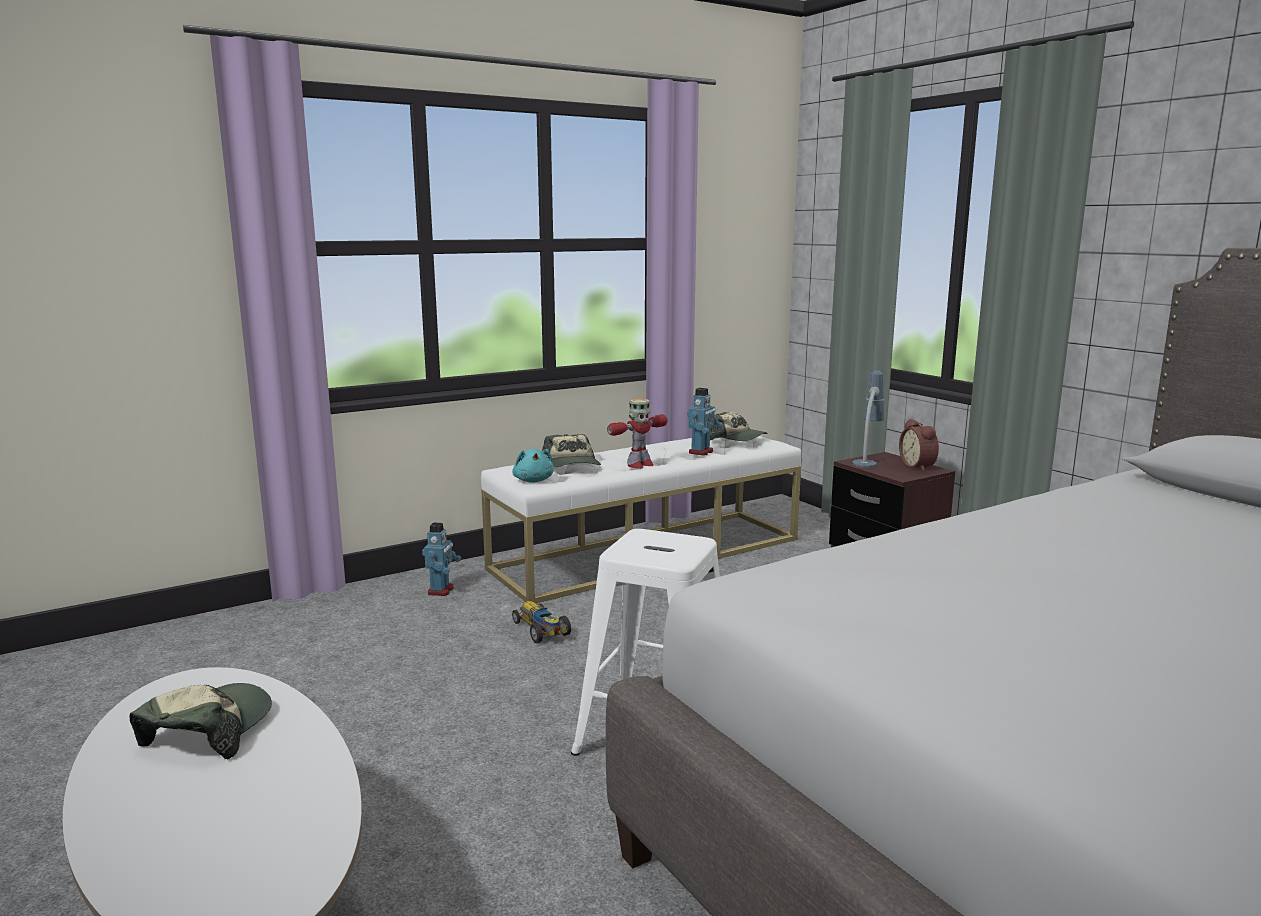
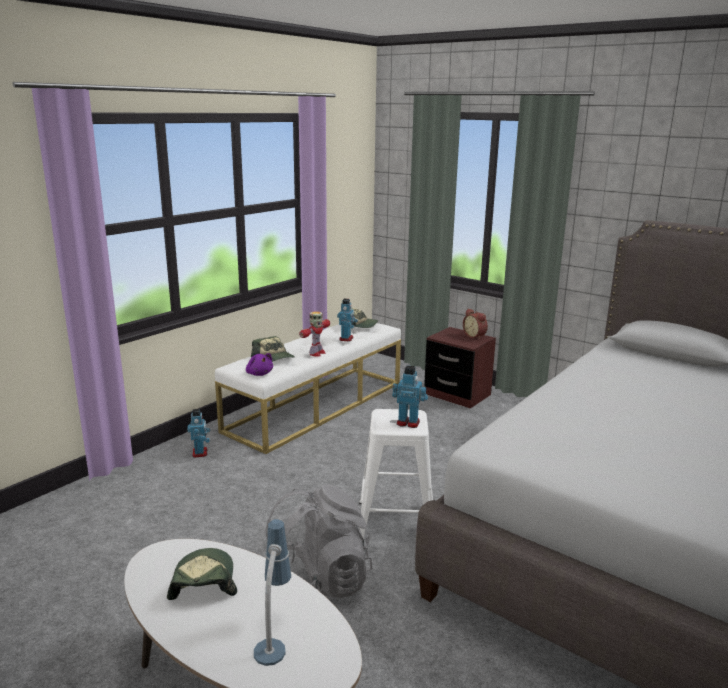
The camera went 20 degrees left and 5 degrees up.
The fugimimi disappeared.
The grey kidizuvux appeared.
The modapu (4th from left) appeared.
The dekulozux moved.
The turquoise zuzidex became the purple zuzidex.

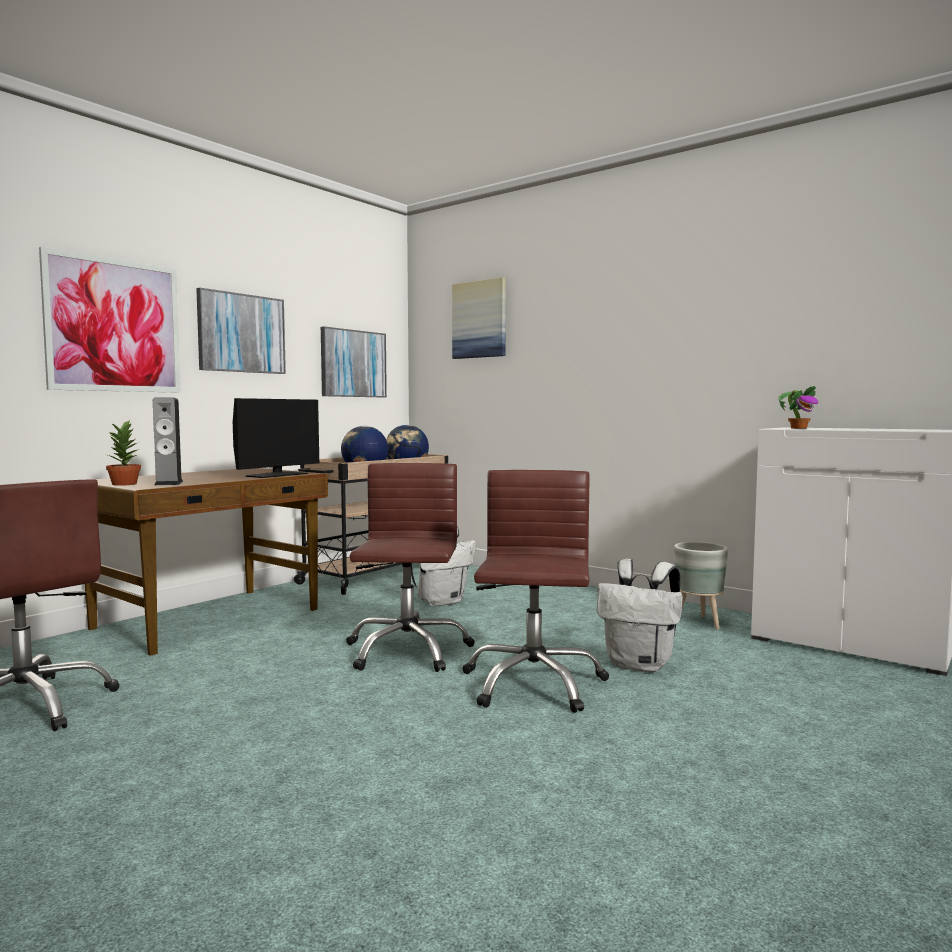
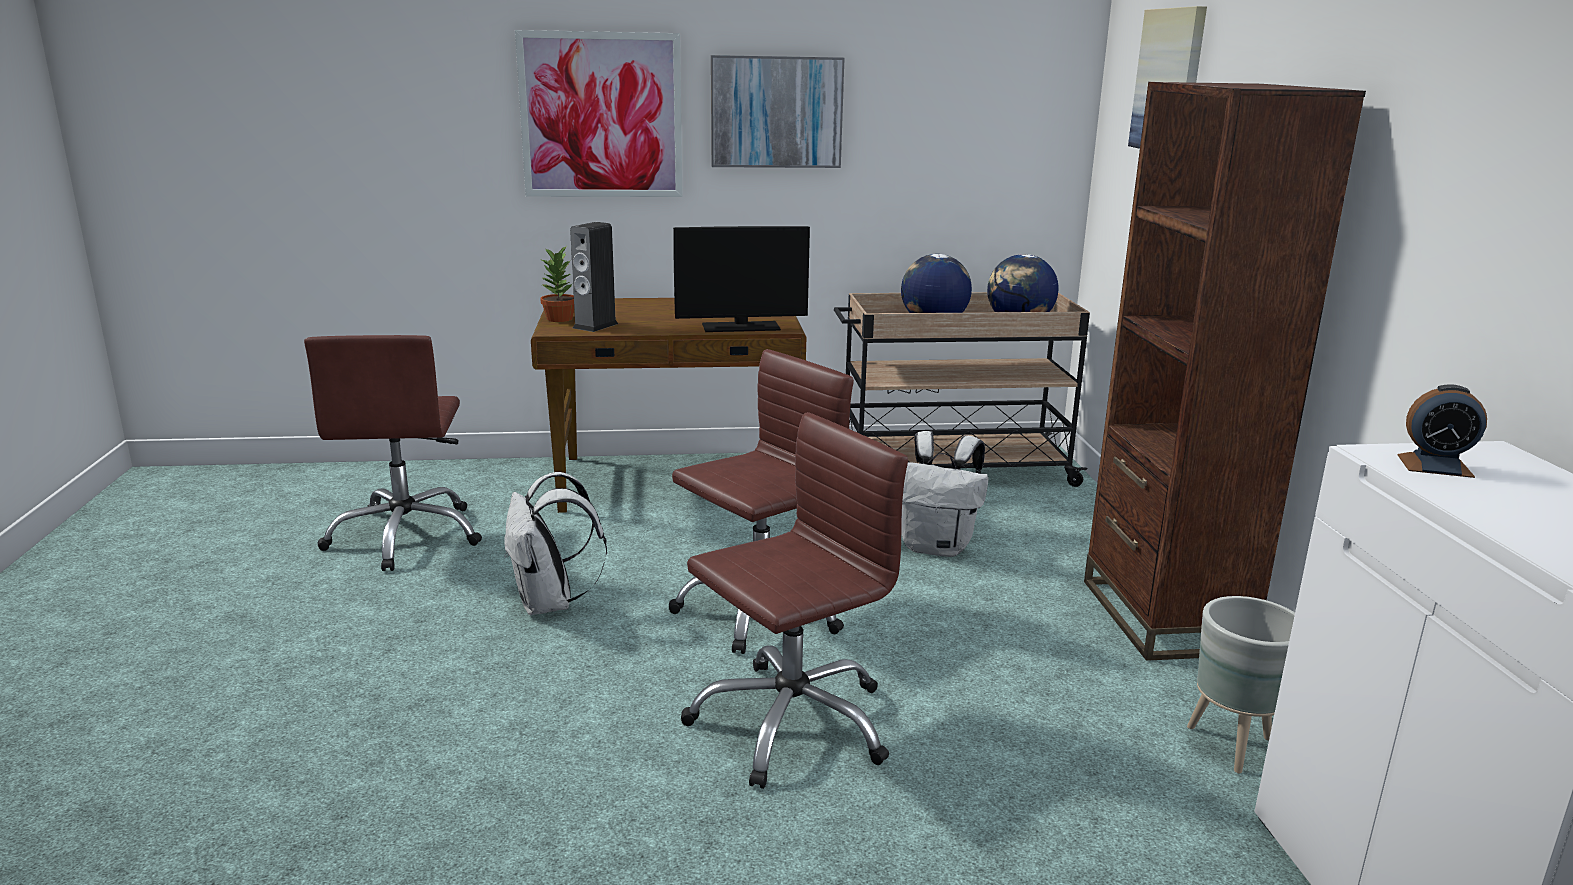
The camera went 45 degrees right and 15 degrees up.
The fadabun (3rd from left) disappeared.
The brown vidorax appeared.
The white kidizuvux (2nd from left in the first image) moved.
The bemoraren (2nd from left) was replaced by the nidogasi.

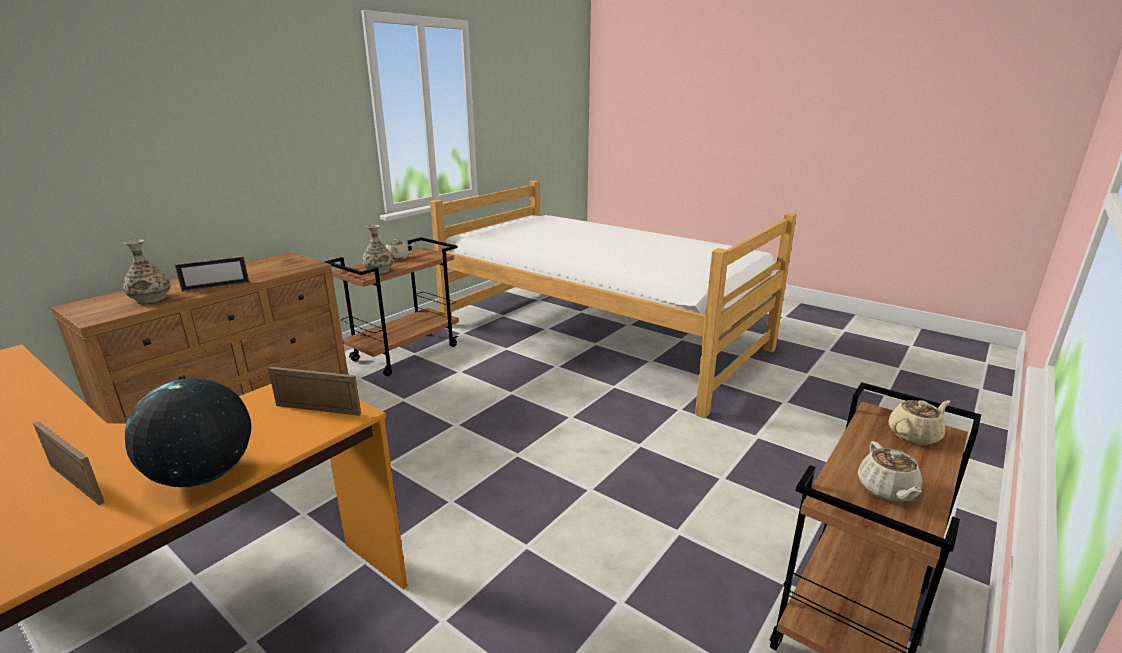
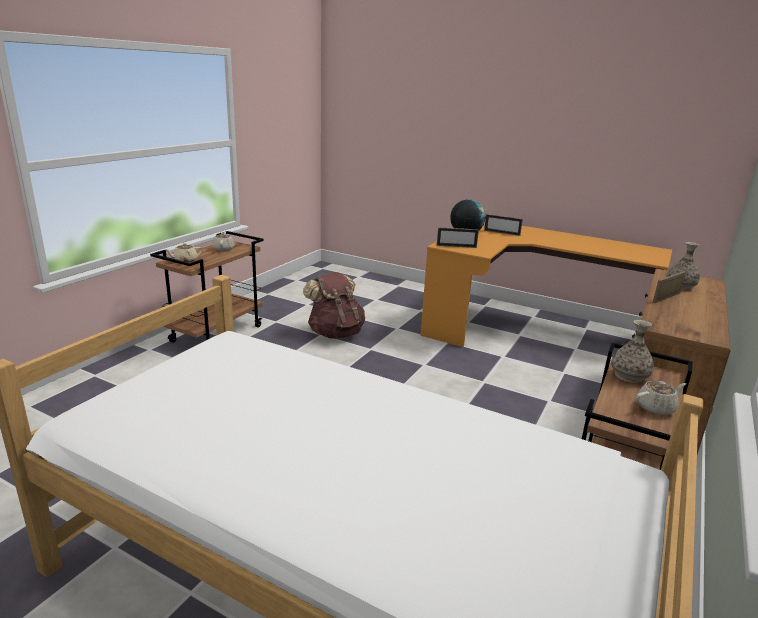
The camera went 170 degrees right and 0 degrees up.
The brown kidizuvux appeared.

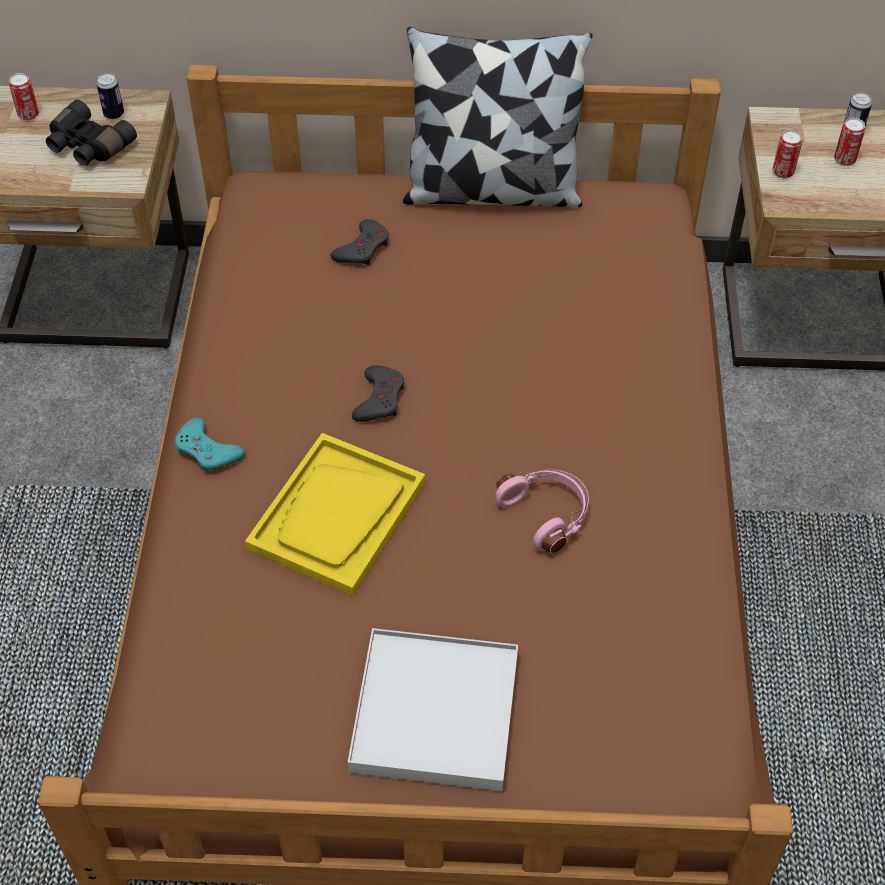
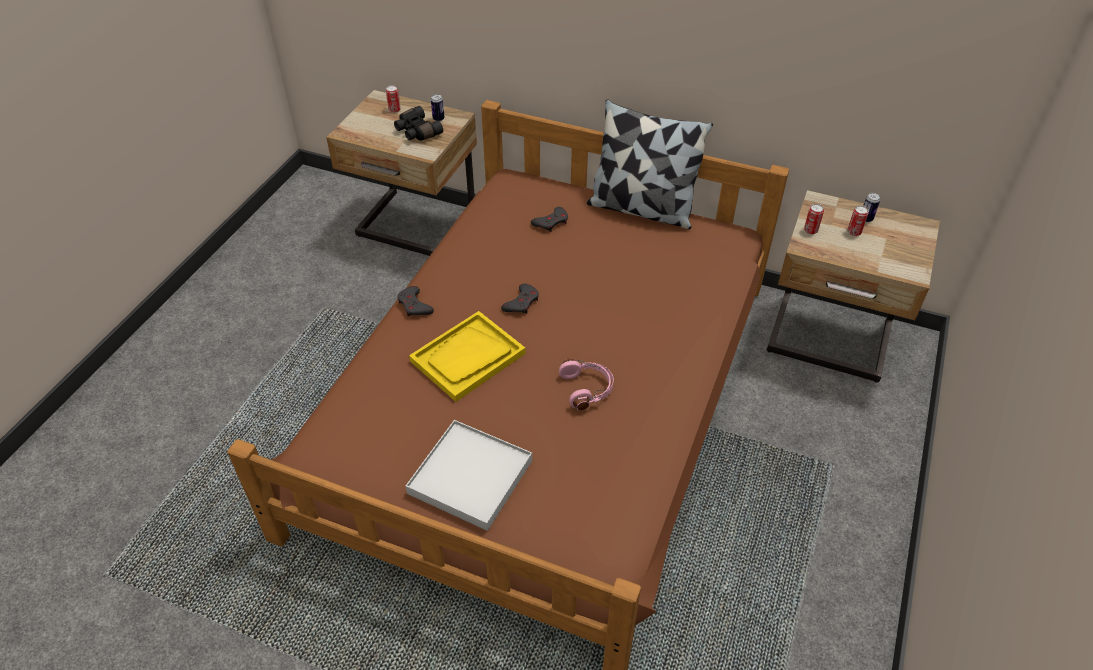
The camera went 20 degrees right and 5 degrees down.
The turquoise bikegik became the grey bikegik (1st from left).

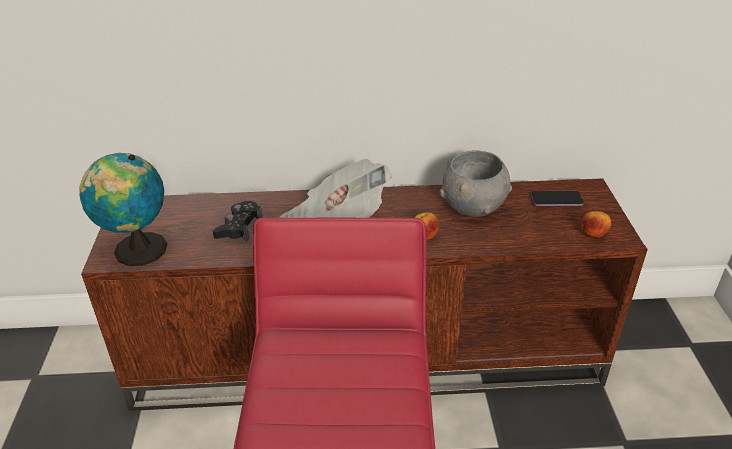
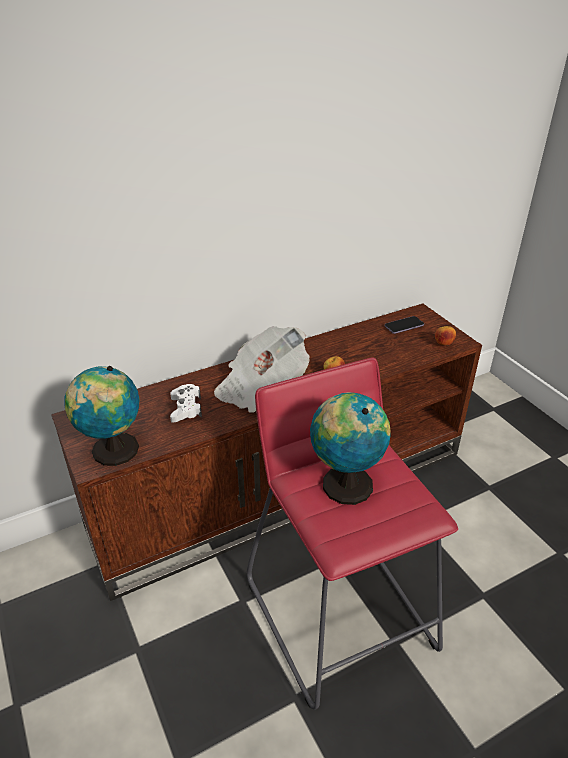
The camera went 25 degrees left and 0 degrees up.
The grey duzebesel disappeared.
The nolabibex (2nd from left) appeared.
The black bikegik became the white bikegik.

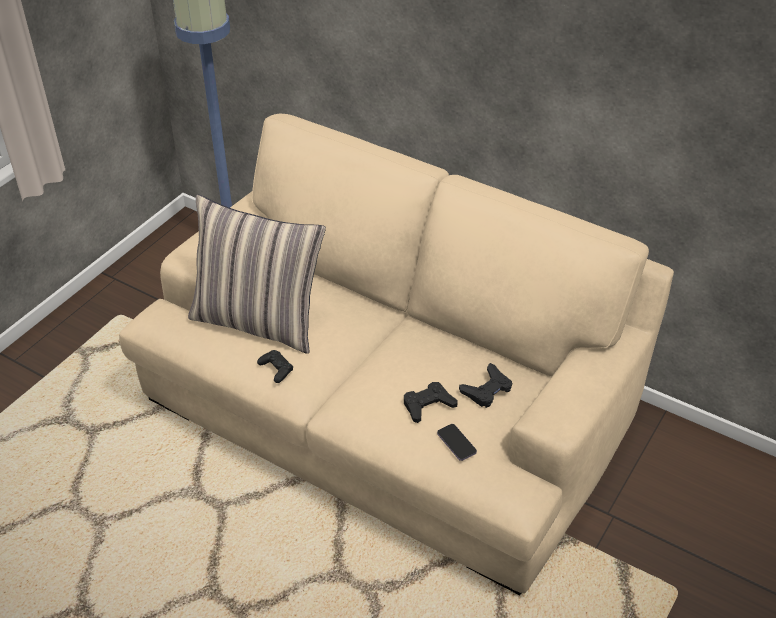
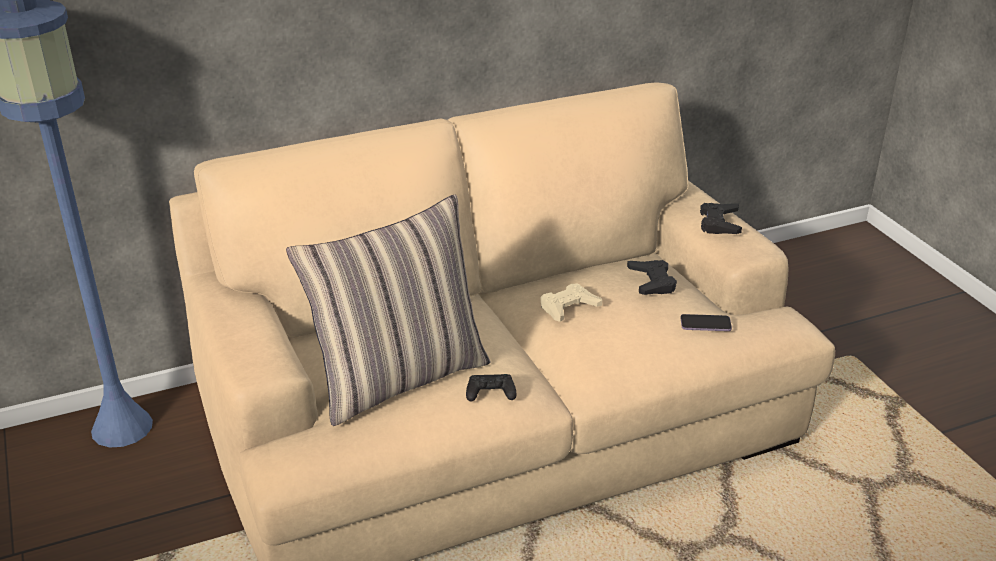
The camera went 55 degrees left and 10 degrees down.
The beige bikegik appeared.
The black bikegik (2nd from left in the first image) moved.

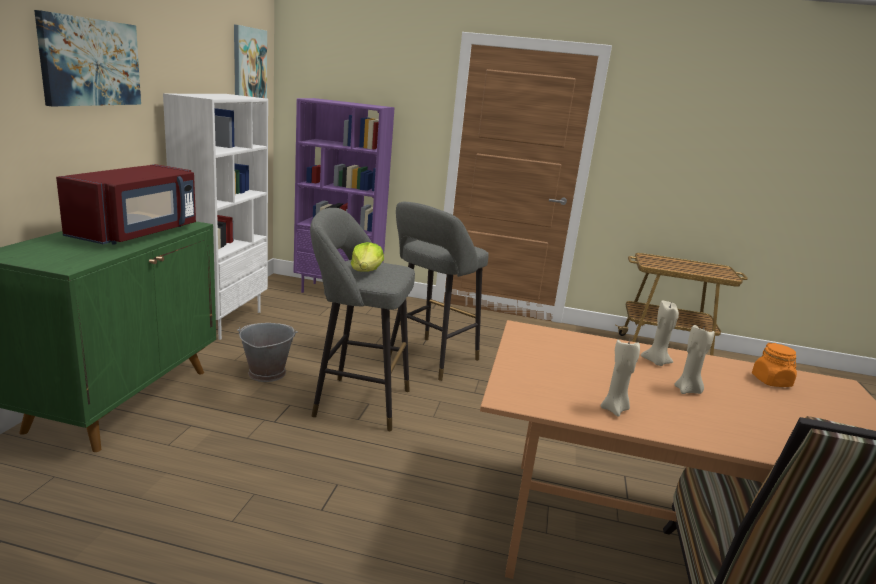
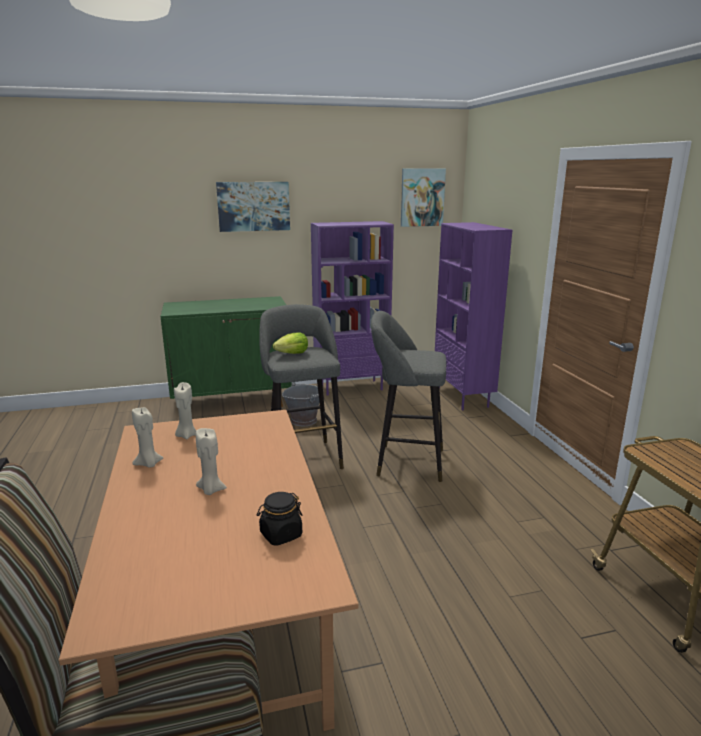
The camera went 65 degrees right and 0 degrees up.
The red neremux disappeared.
The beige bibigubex (2nd from left) moved.
The white vidorax became the purple vidorax (1st from left).
The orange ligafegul became the black ligafegul.

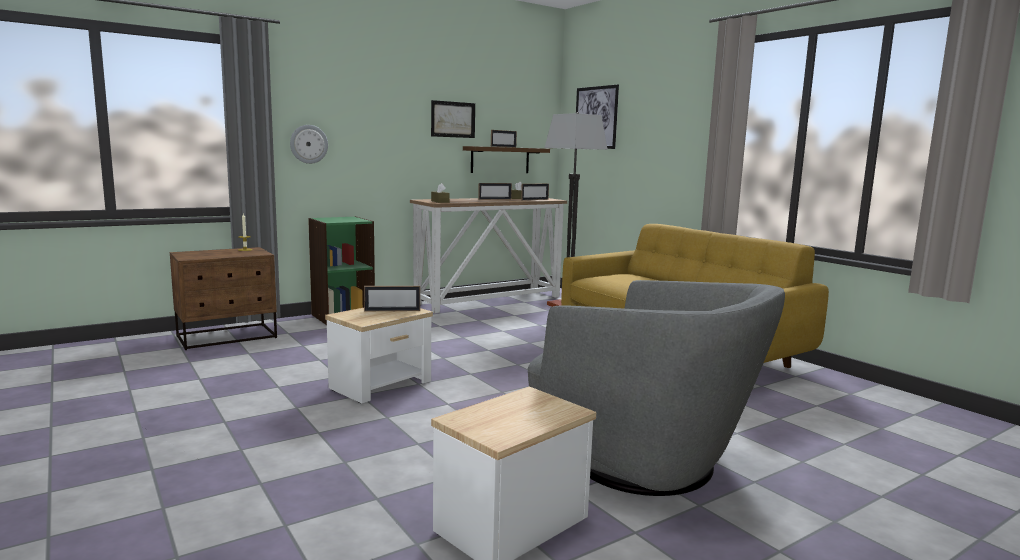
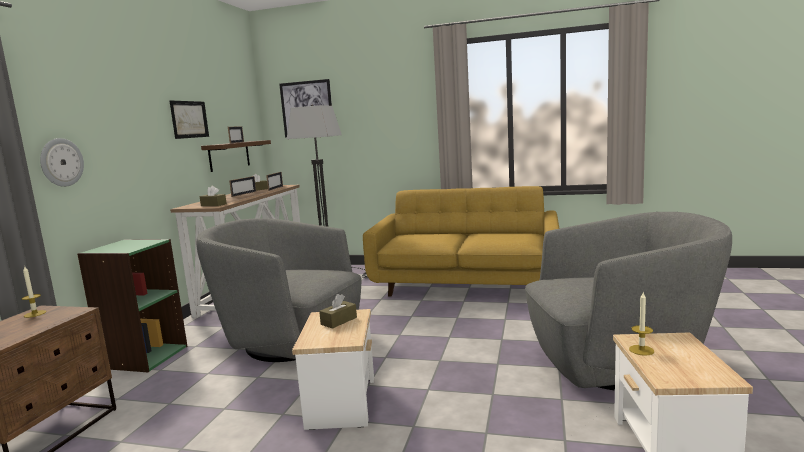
The camera went 40 degrees left and 0 degrees up.
The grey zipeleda (1st from left) appeared.
The bibigubex (2nd from left) appeared.
The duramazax (1st from left) was replaced by the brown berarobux (3rd from left).

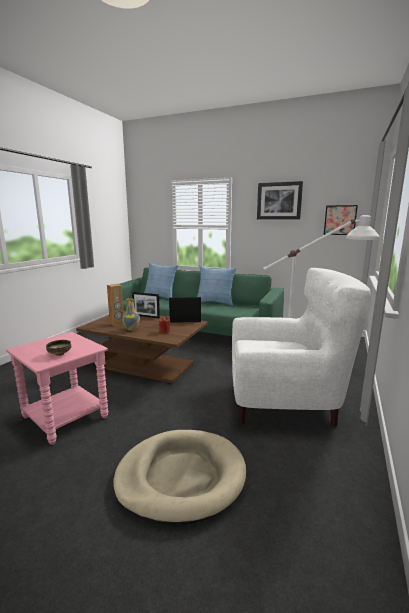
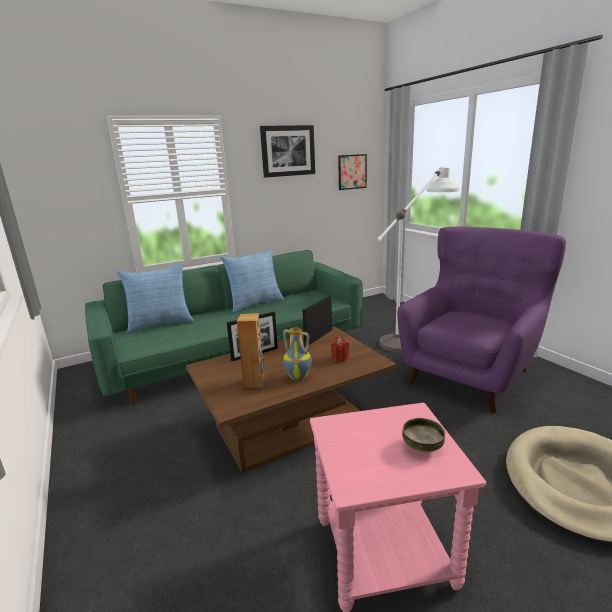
The camera went 50 degrees left and 5 degrees up.
The white zipeleda became the purple zipeleda.

